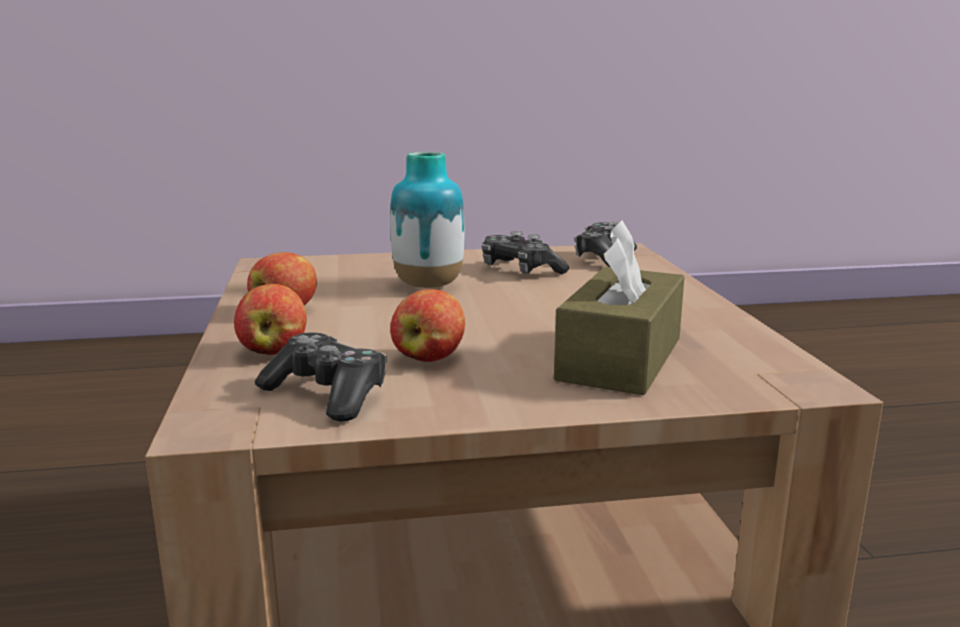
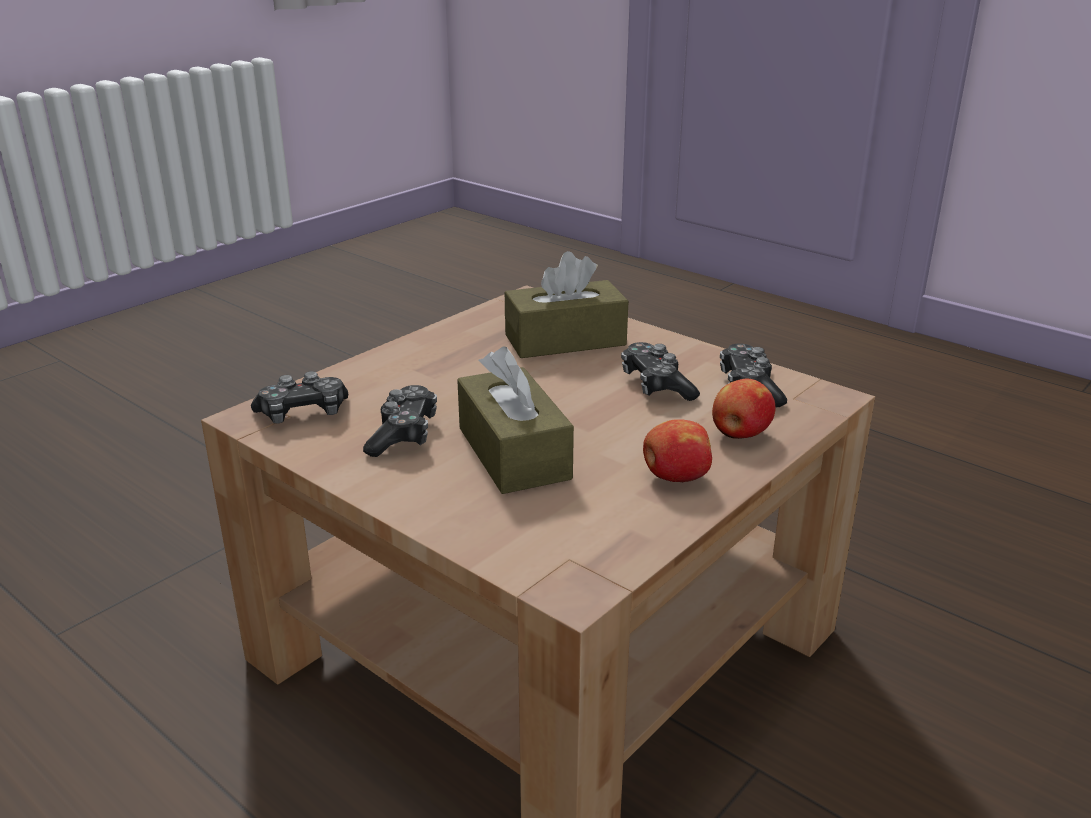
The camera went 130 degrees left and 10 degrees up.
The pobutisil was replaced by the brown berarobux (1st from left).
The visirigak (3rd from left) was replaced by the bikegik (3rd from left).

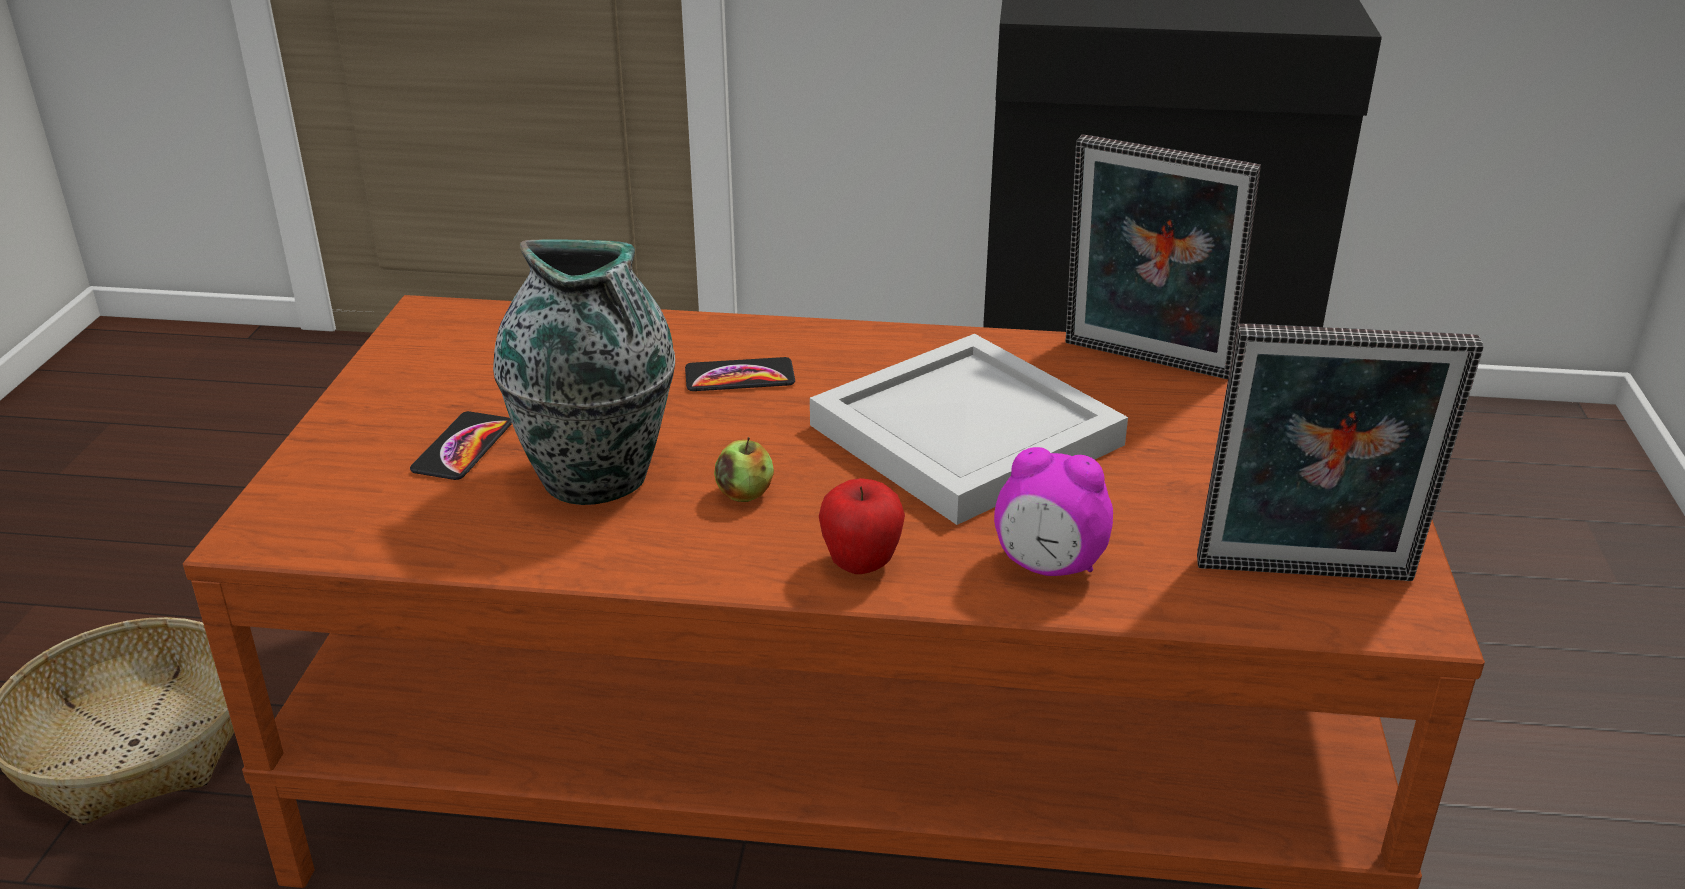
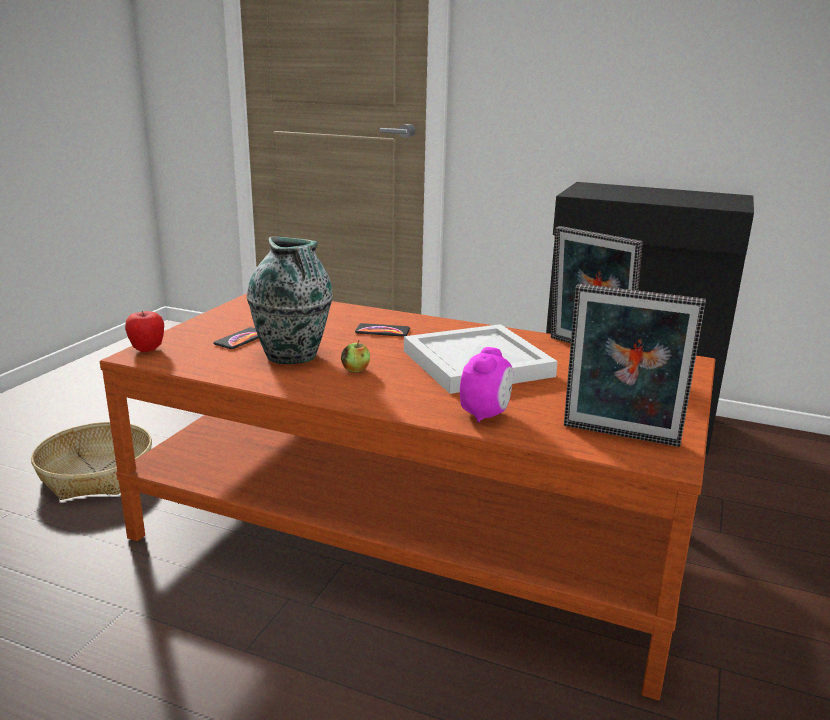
The camera went 15 degrees right and 10 degrees down.
The visirigak (2nd from left in the first image) moved.
The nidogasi turned 105 degrees counterclockwise.

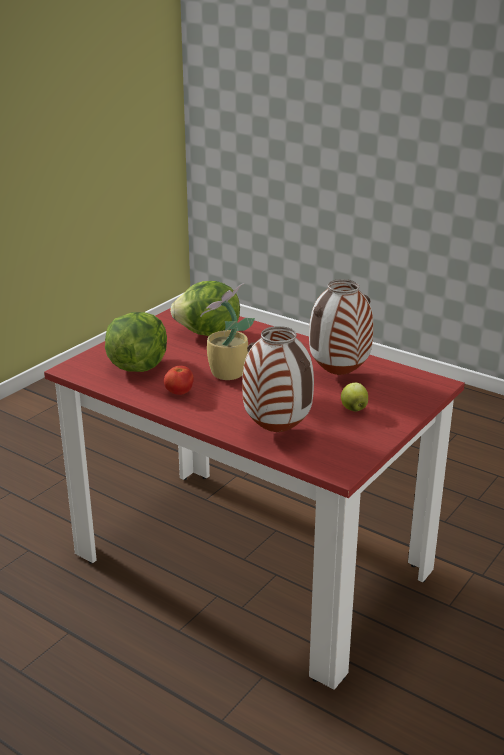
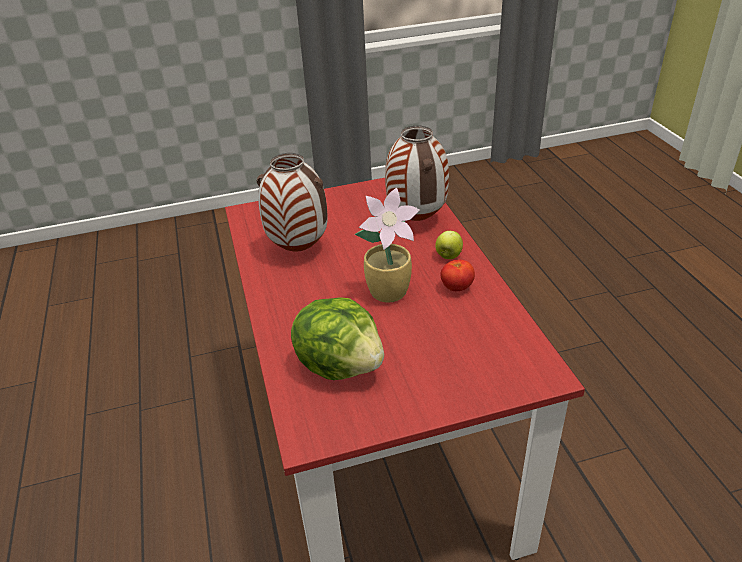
The camera went 140 degrees left and 10 degrees up.
The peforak (1st from left) disappeared.
The visirigak moved.

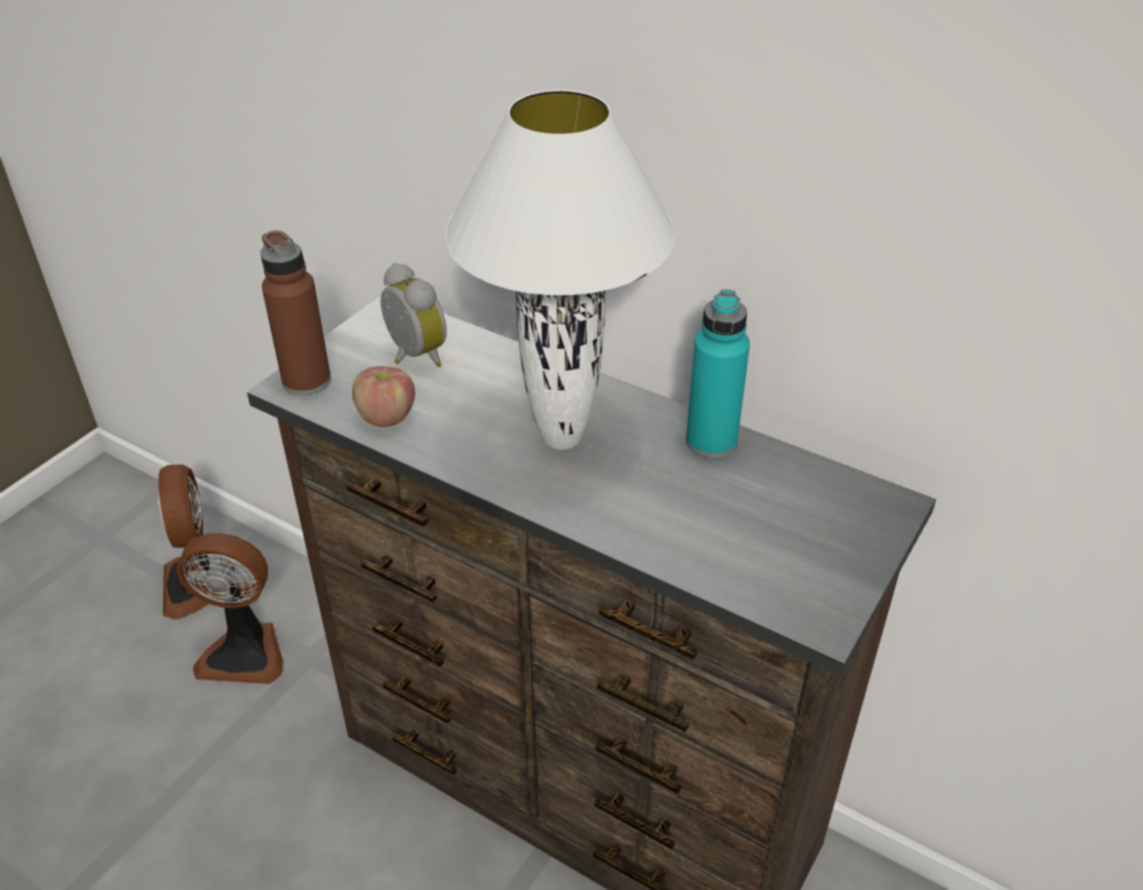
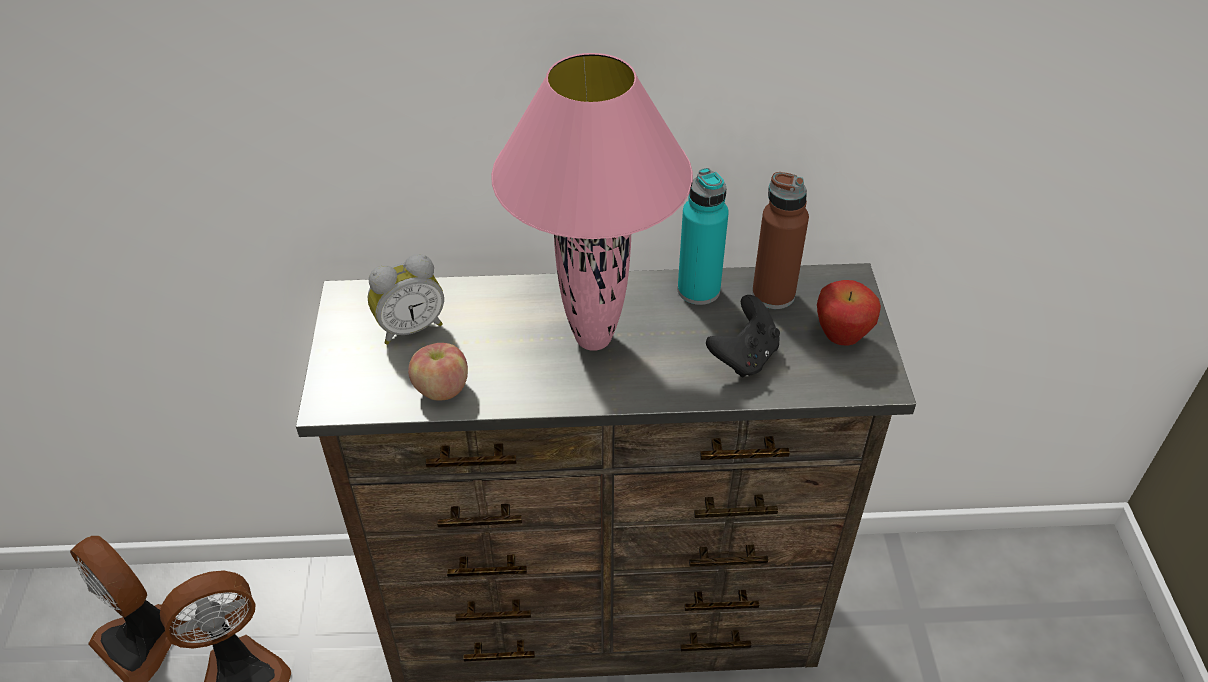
The camera went 35 degrees left and 5 degrees up.
The black bikegik appeared.
The visirigak (2nd from left) appeared.
The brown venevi moved.
The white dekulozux became the pink dekulozux.
The nidogasi turned 135 degrees clockwise.

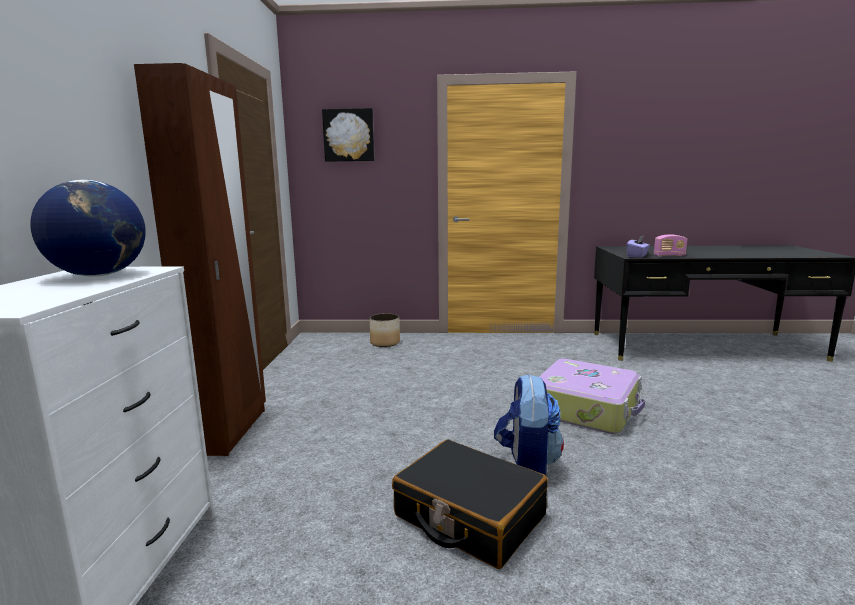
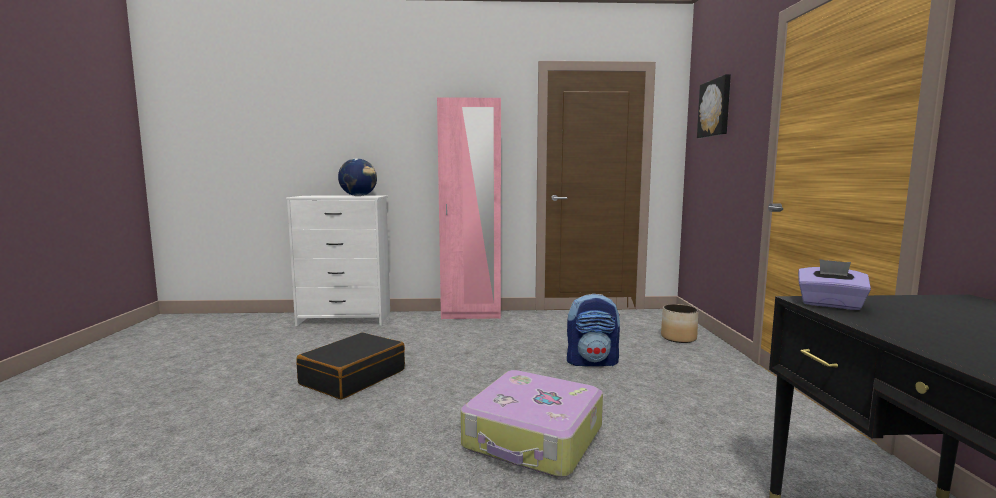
The camera went 85 degrees right and 5 degrees down.
The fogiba disappeared.
The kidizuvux moved.
The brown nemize became the pink nemize.

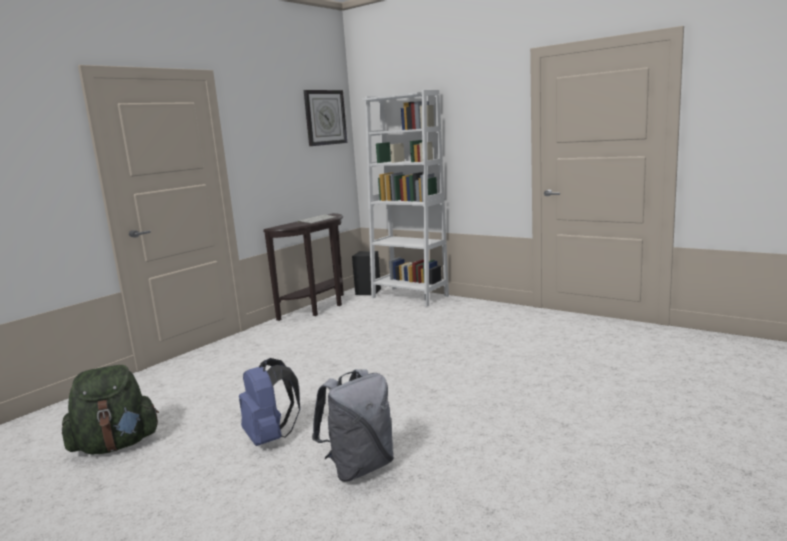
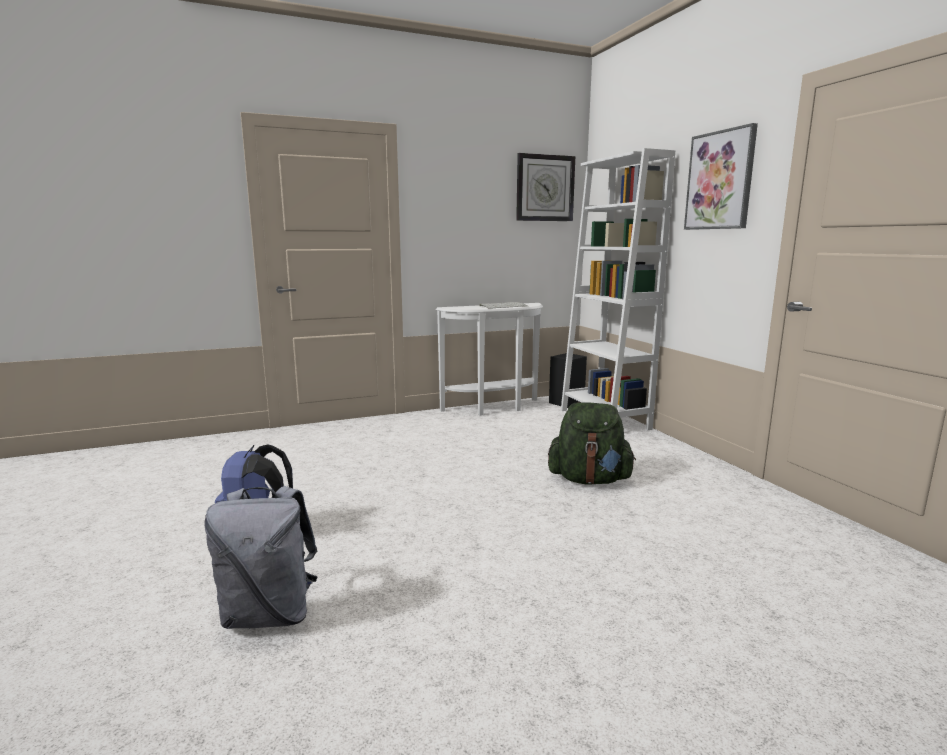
The camera went 30 degrees right and 0 degrees up.
The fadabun appeared.
The green kidizuvux moved.
The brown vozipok became the white vozipok.

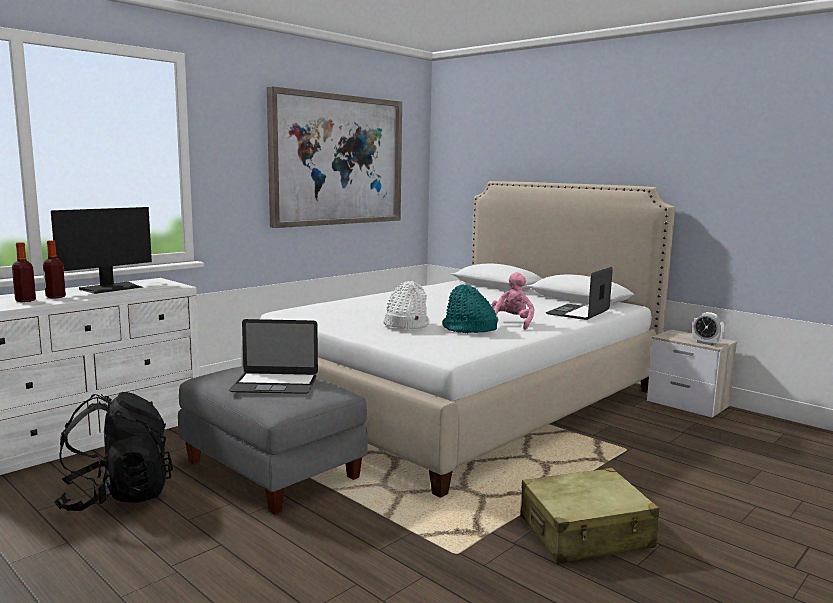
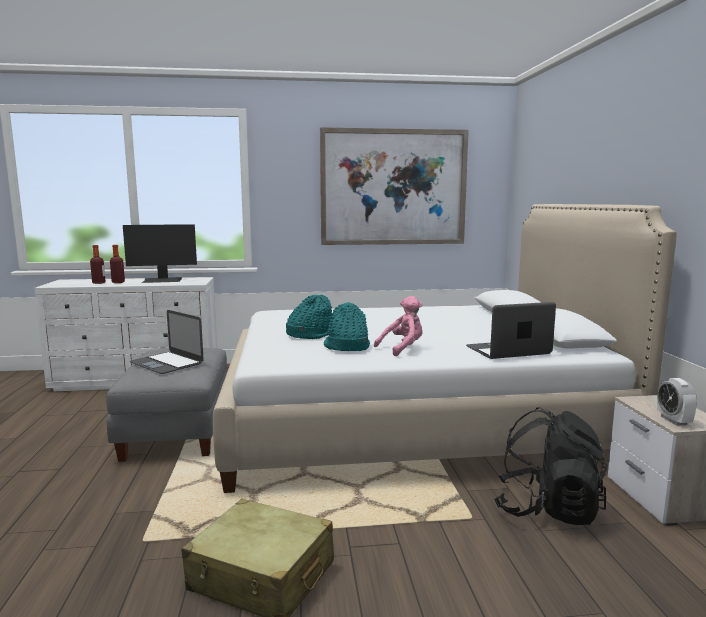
The camera went 40 degrees right and 0 degrees up.
The black kidizuvux moved.
The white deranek became the turquoise deranek (1st from left).

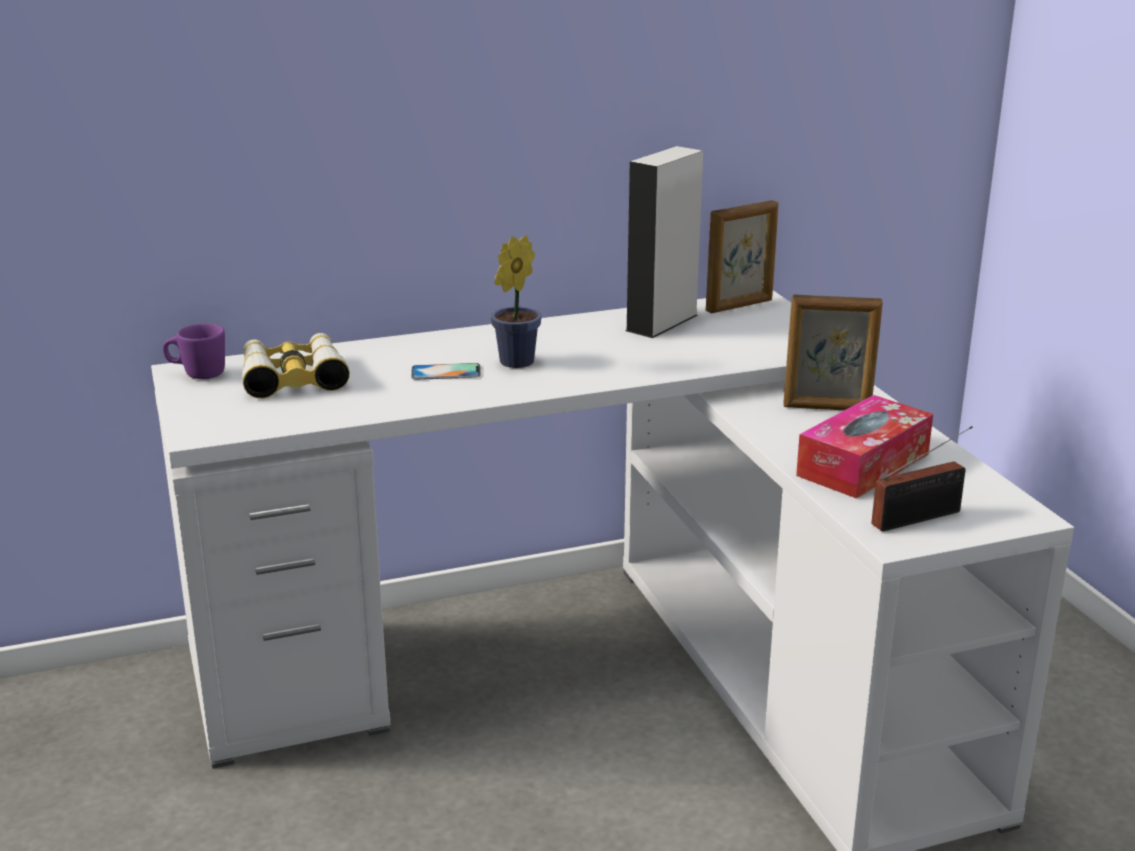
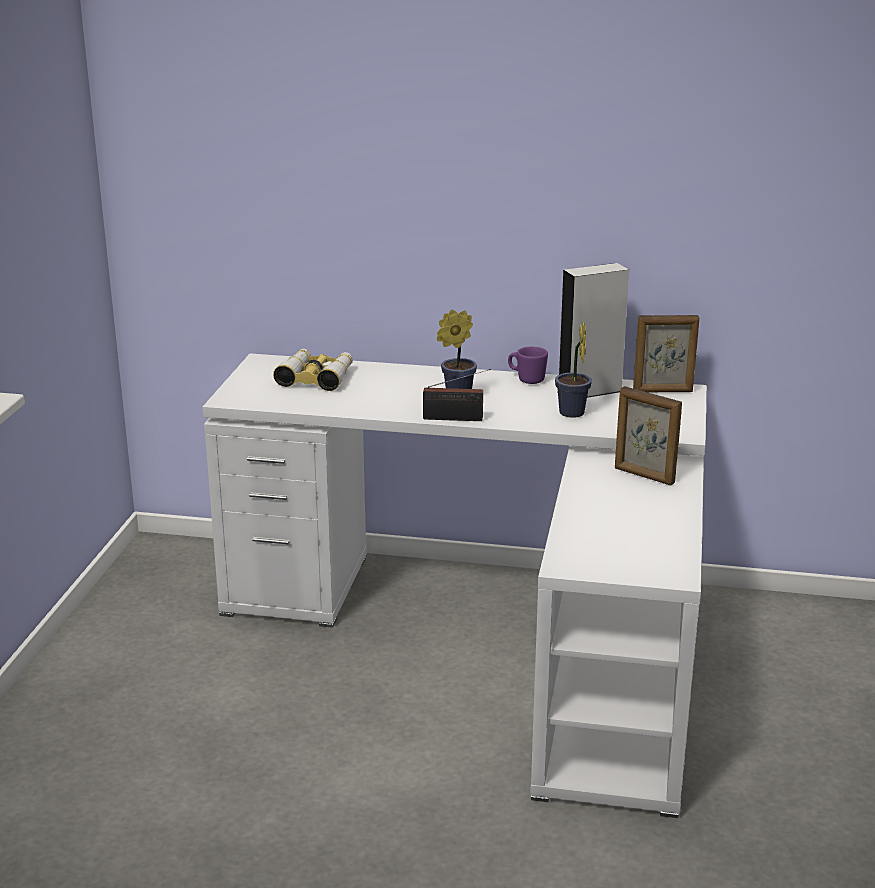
The camera went 30 degrees right and 0 degrees up.
The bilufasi disappeared.
The berarobux disappeared.
The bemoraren (2nd from left) appeared.
The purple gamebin moved.
The fogiba moved.

